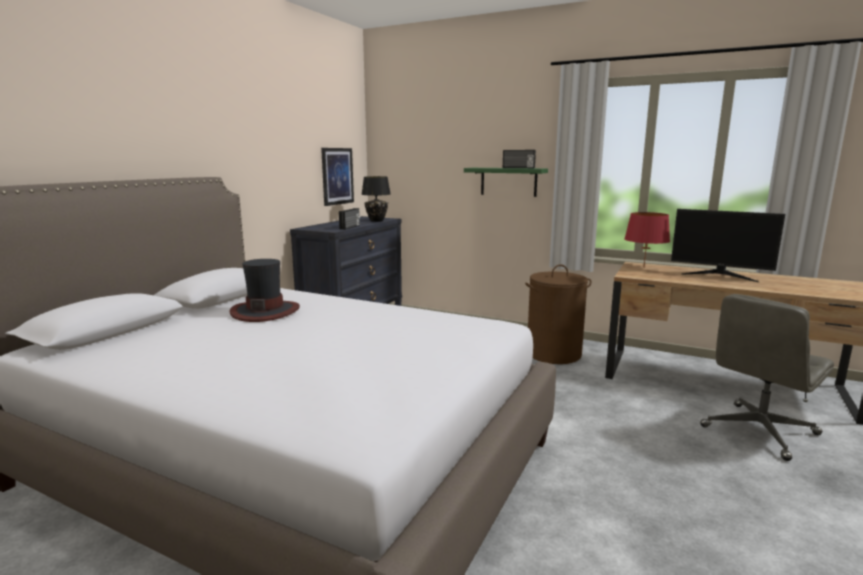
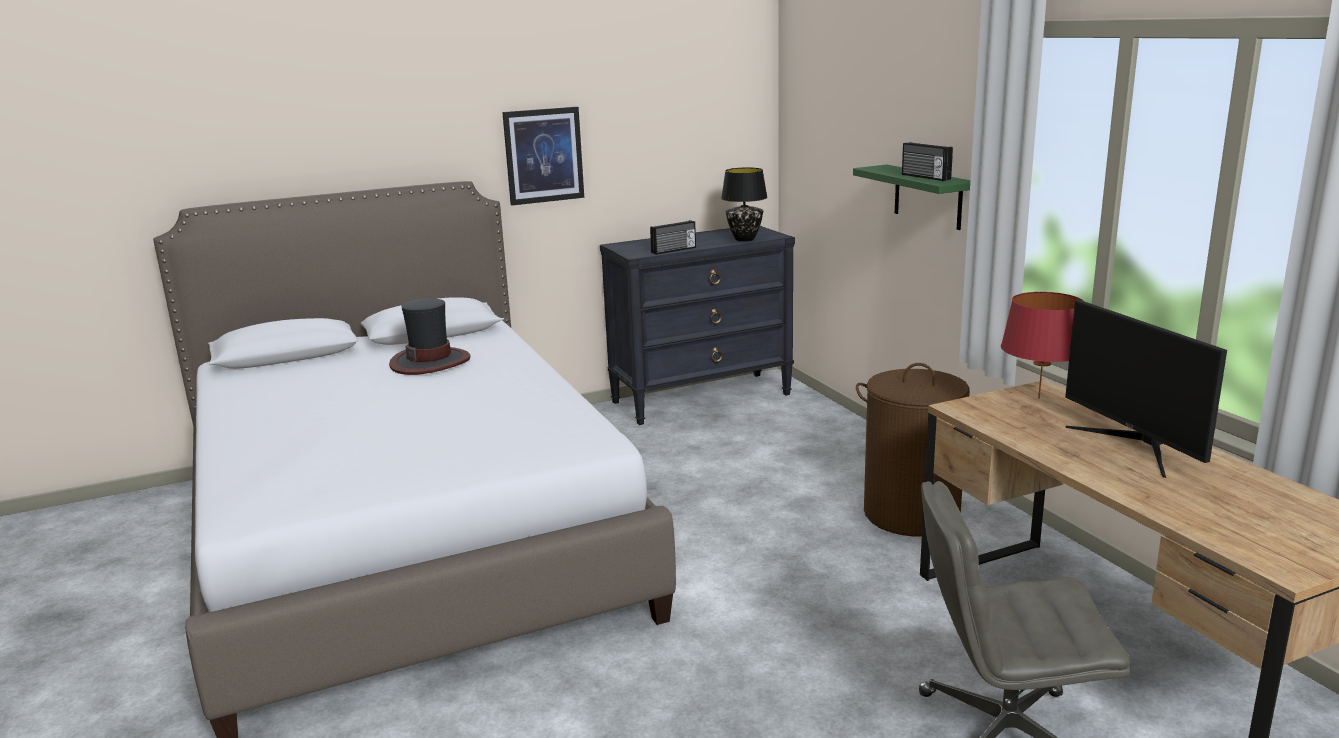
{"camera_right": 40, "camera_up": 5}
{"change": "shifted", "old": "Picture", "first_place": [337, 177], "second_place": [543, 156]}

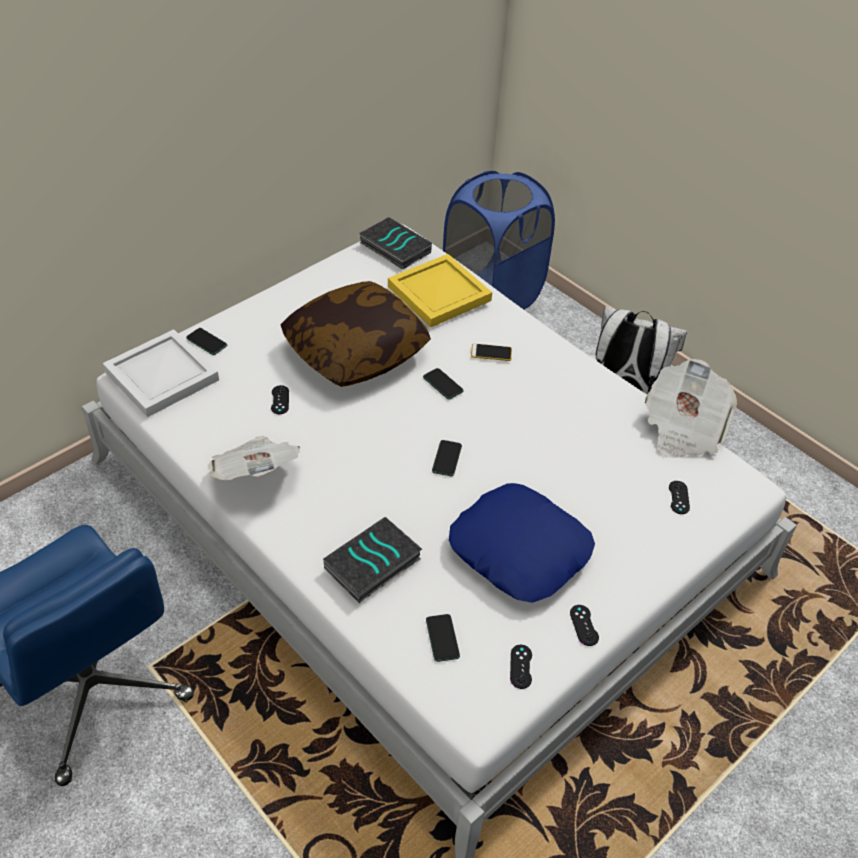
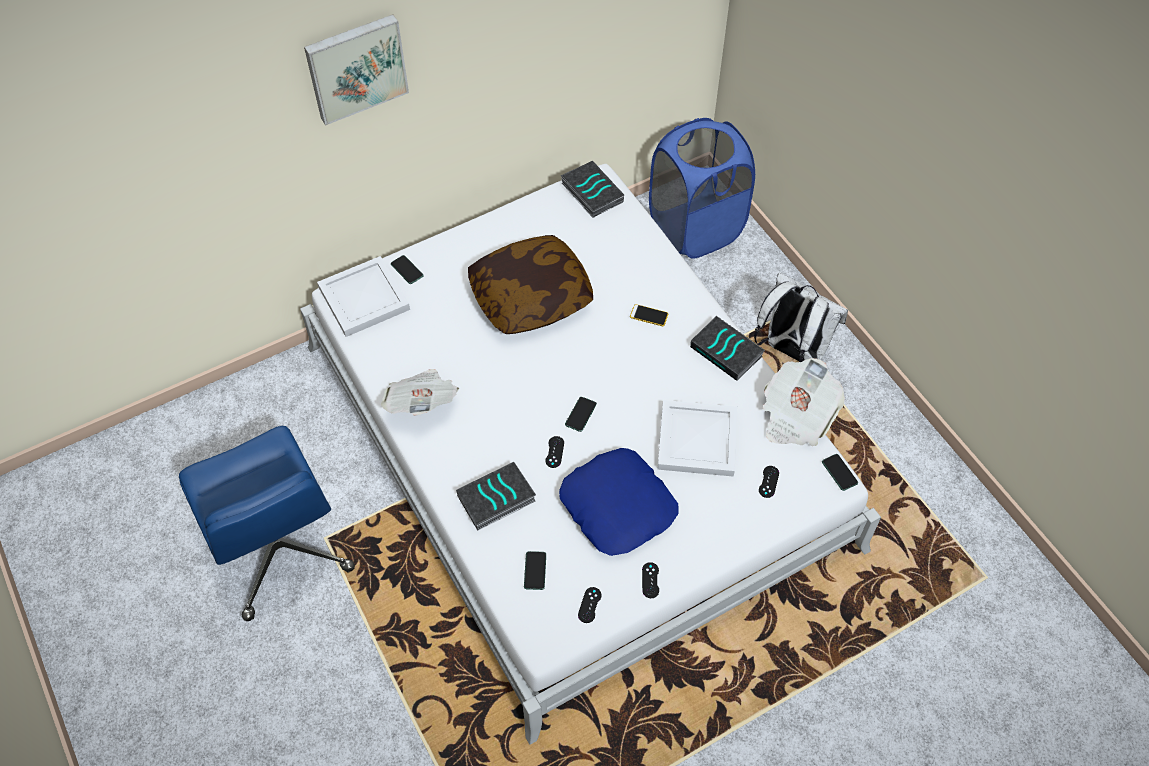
{"camera_right": 15, "camera_up": 10}
{"change": "shifted", "old": "BlackJoypad", "first_place": [280, 399], "second_place": [554, 452]}
{"change": "gone", "old": "YellowServingTray", "first_place": [440, 290]}
{"change": "shifted", "old": "Telephone", "first_place": [443, 383], "second_place": [840, 472]}
{"change": "new", "new": "Picture", "second_place": [356, 69]}
{"change": "new", "new": "WhiteServingTray", "second_place": [697, 438]}
{"change": "new", "new": "Book", "second_place": [727, 348]}

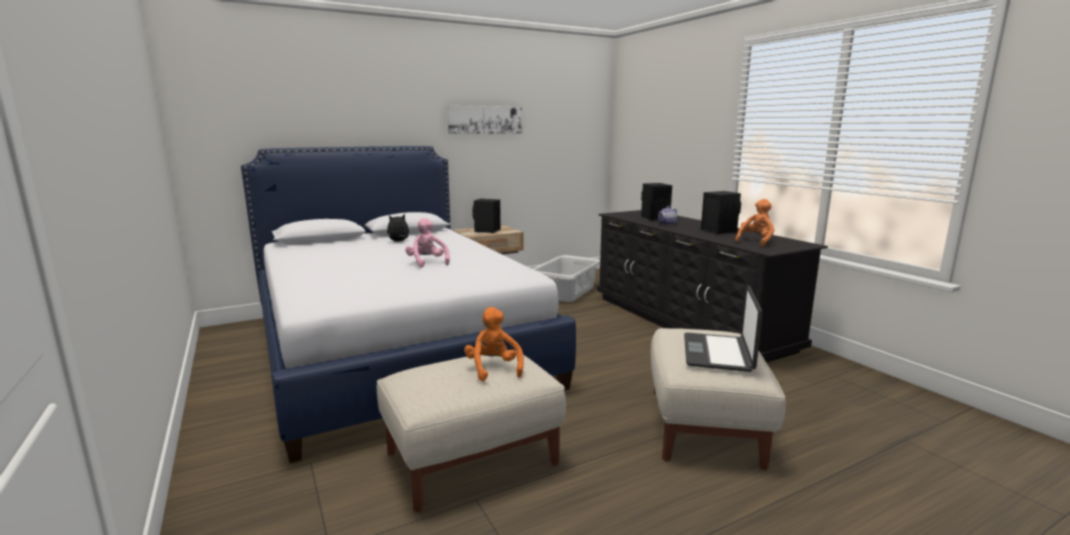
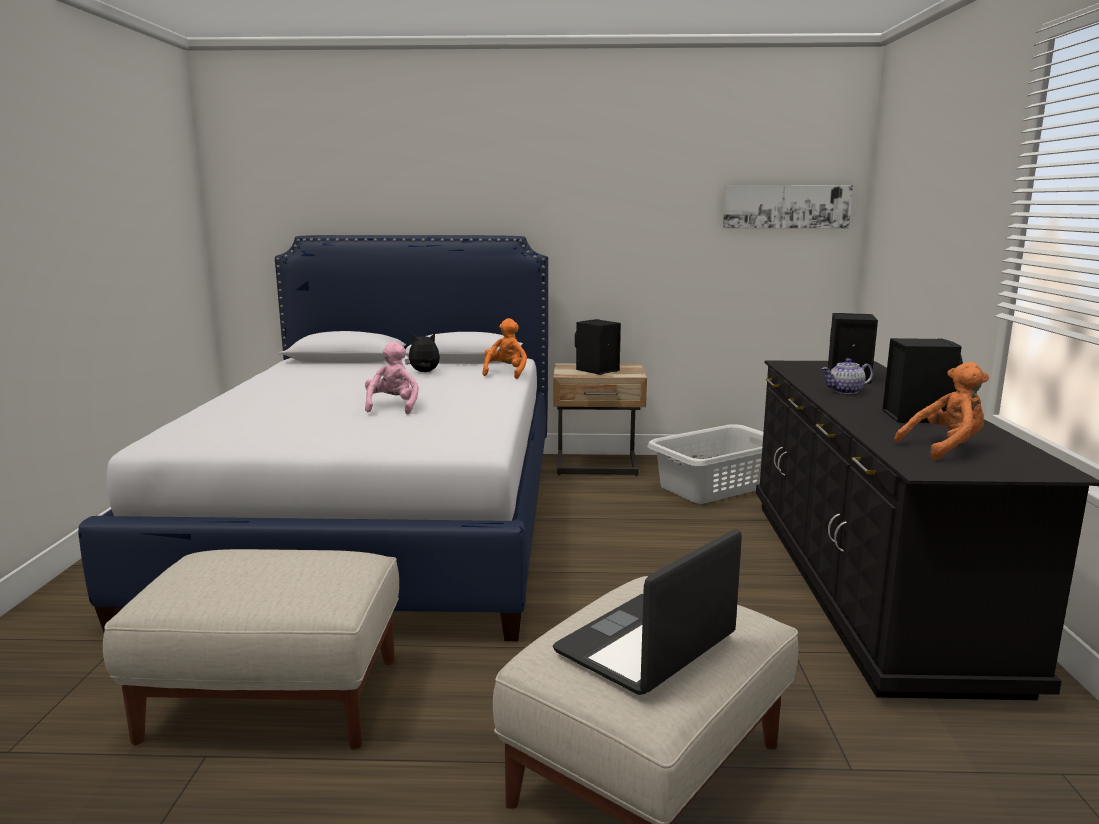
{"camera_right": 30, "camera_up": 0}
{"change": "shifted", "old": "Picture", "first_place": [484, 120], "second_place": [788, 206]}
{"change": "shifted", "old": "OrangeCuddlyToy", "first_place": [494, 344], "second_place": [504, 348]}

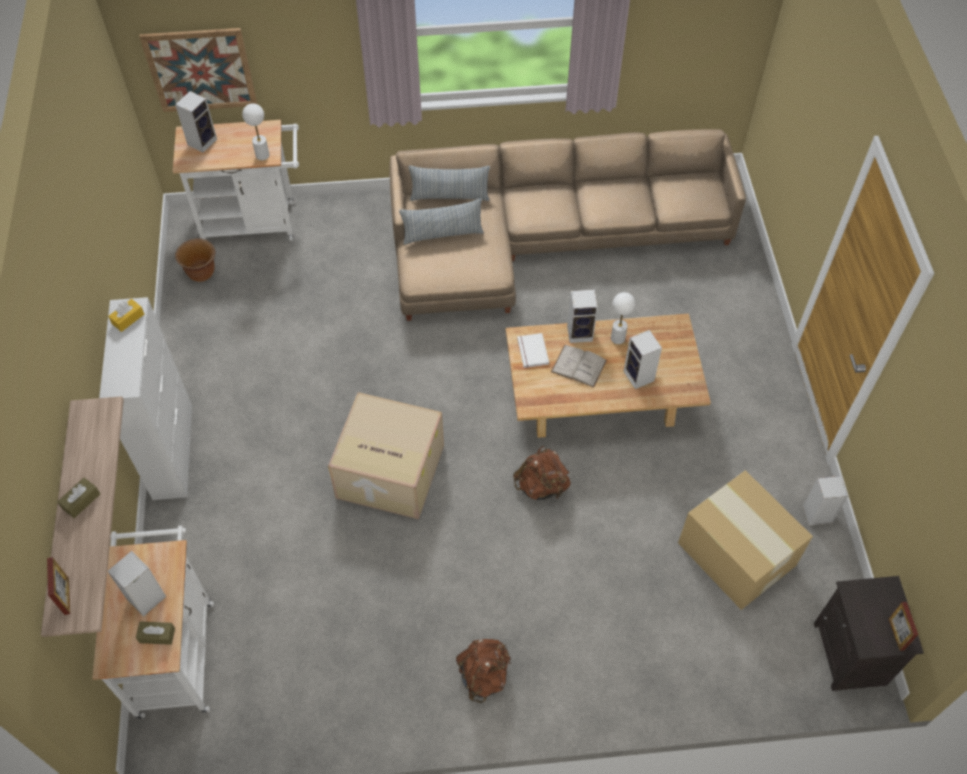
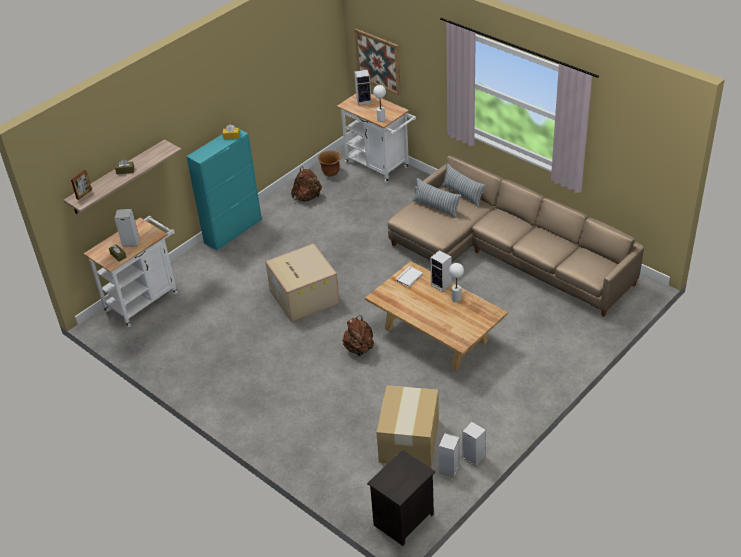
{"camera_right": 50, "camera_up": -15}
{"change": "repainted", "old": "WhiteStorageCabinet", "new": "TurquoiseColouredStorageCabinet", "first_place": [145, 398], "second_place": [224, 188]}
{"change": "shifted", "old": "BrownishBackpack", "first_place": [483, 671], "second_place": [306, 183]}
{"change": "gone", "old": "WhiteBook", "first_place": [579, 366]}
{"change": "shifted", "old": "AudioSpeaker", "first_place": [642, 359], "second_place": [449, 455]}
{"change": "gone", "old": "StandingFrame", "first_place": [903, 626]}

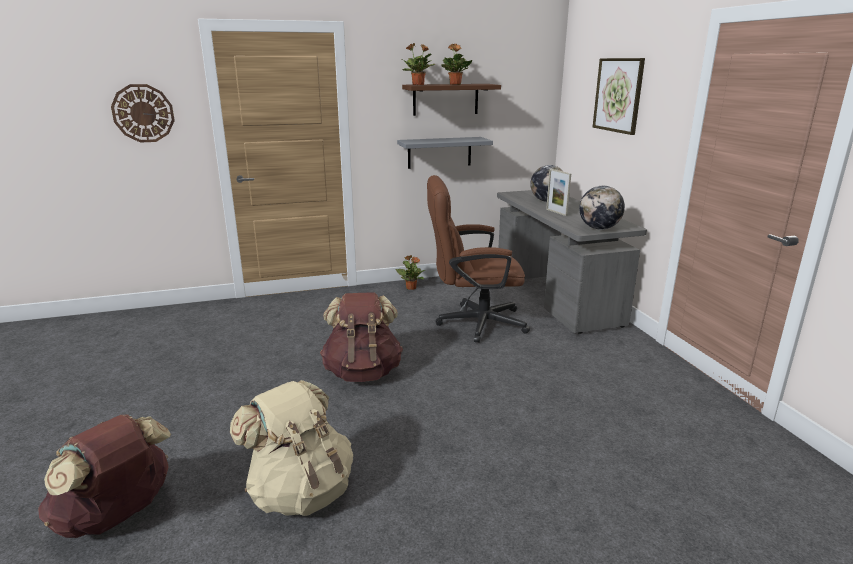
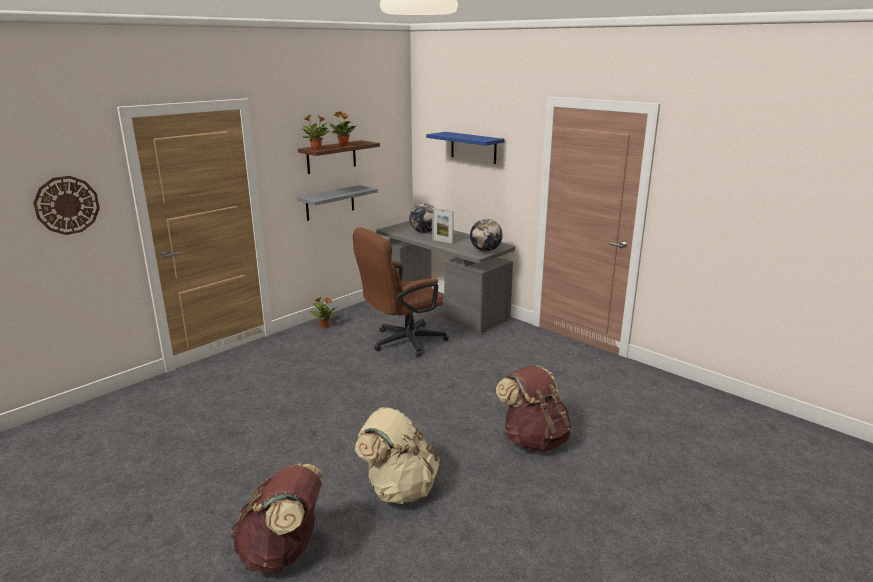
{"camera_right": -30, "camera_up": 0}
{"change": "shifted", "old": "BrownishBackpack", "first_place": [361, 337], "second_place": [533, 408]}
{"change": "swapped", "old": "Picture", "new": "BlueColouredBracketShelf", "first_place": [619, 96], "second_place": [465, 148]}

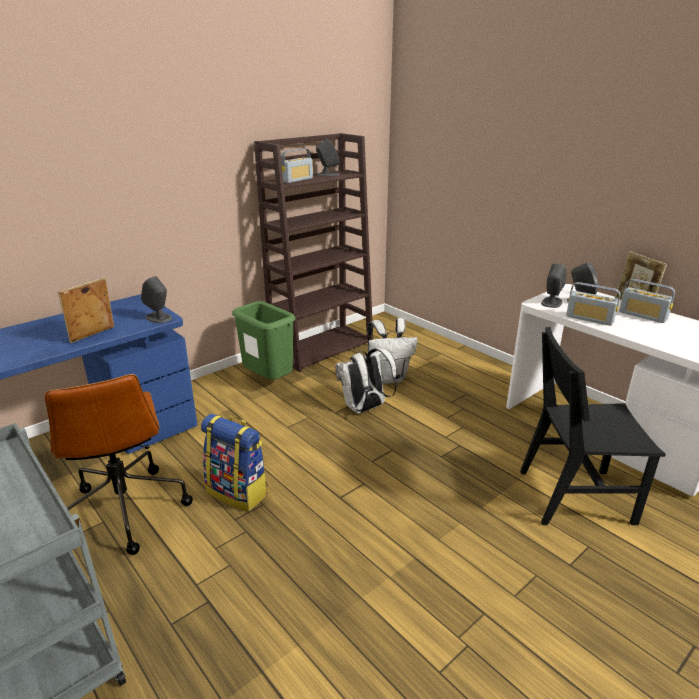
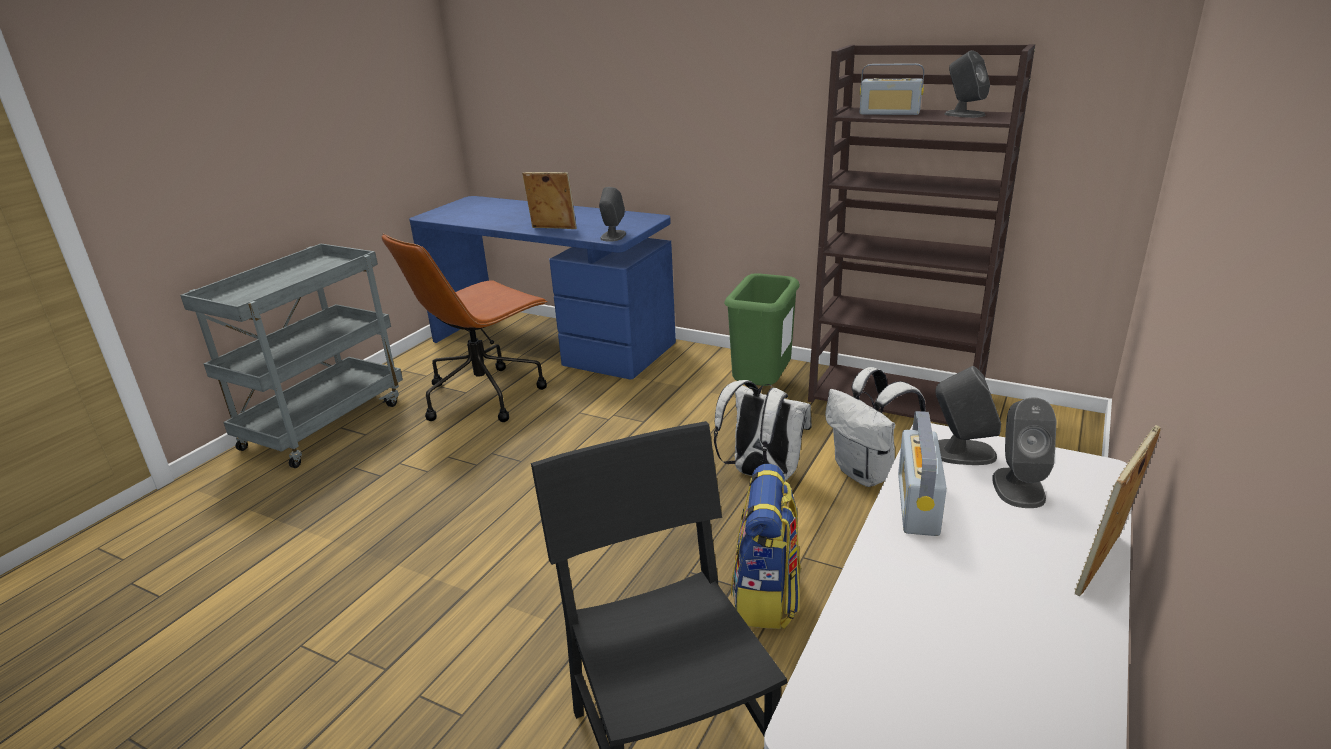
{"camera_right": 70, "camera_up": 0}
{"change": "shifted", "old": "Backpack", "first_place": [234, 463], "second_place": [766, 546]}
{"change": "gone", "old": "RadioReceiver", "first_place": [647, 301]}

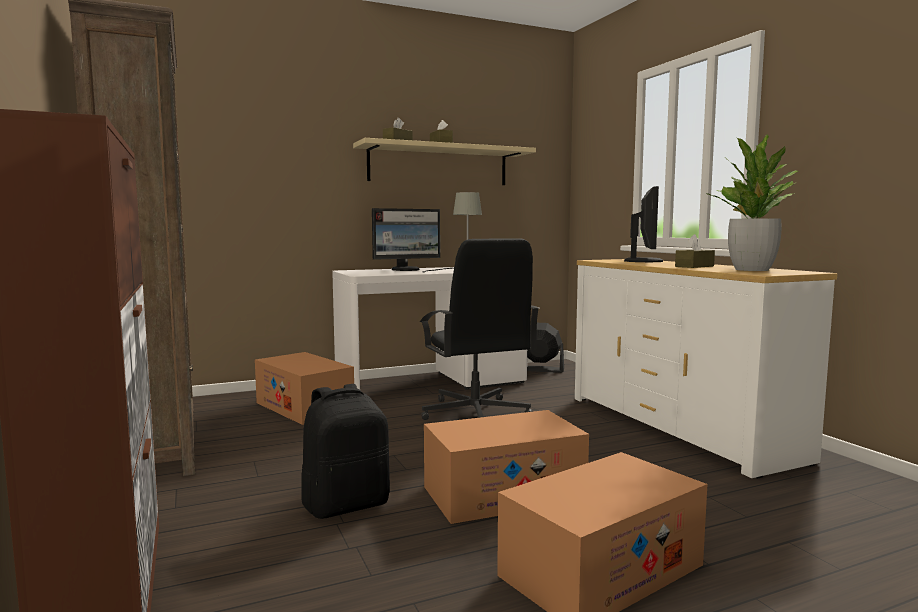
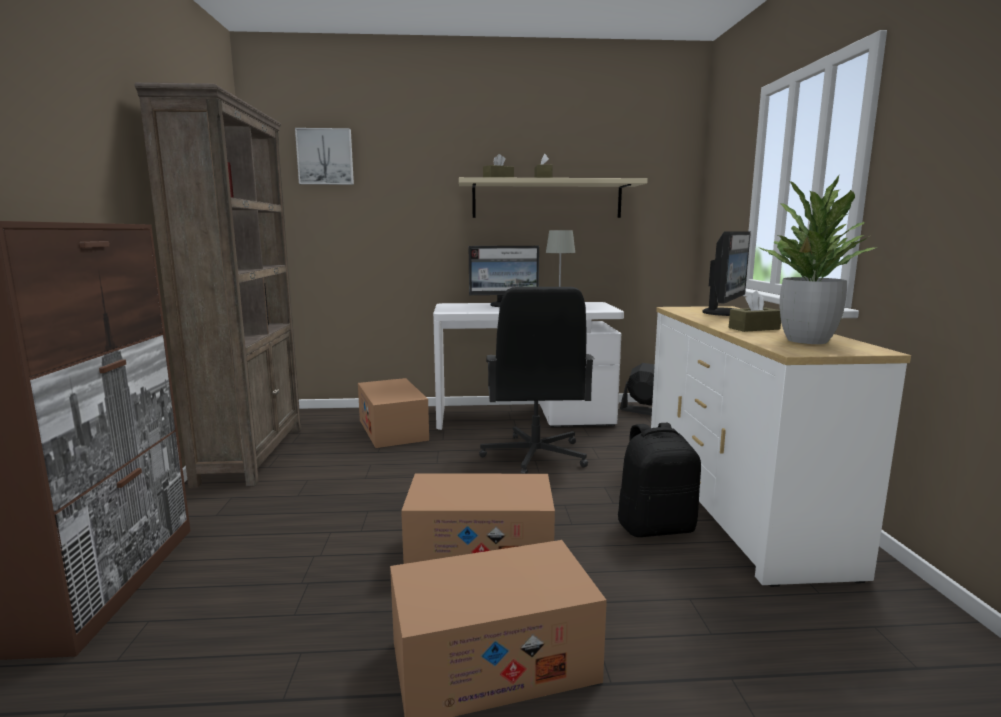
{"camera_right": 20, "camera_up": 5}
{"change": "shifted", "old": "BlackBackpack", "first_place": [345, 451], "second_place": [659, 480]}
{"change": "new", "new": "Picture", "second_place": [324, 156]}

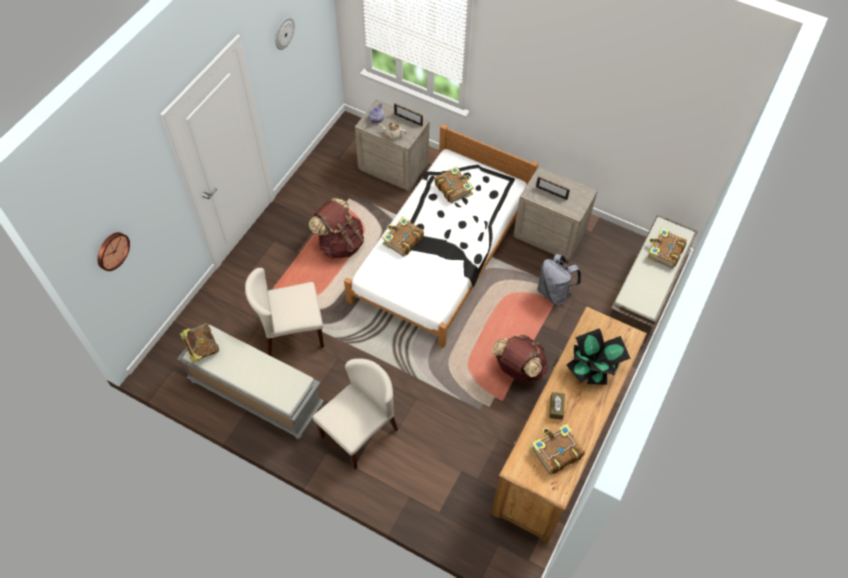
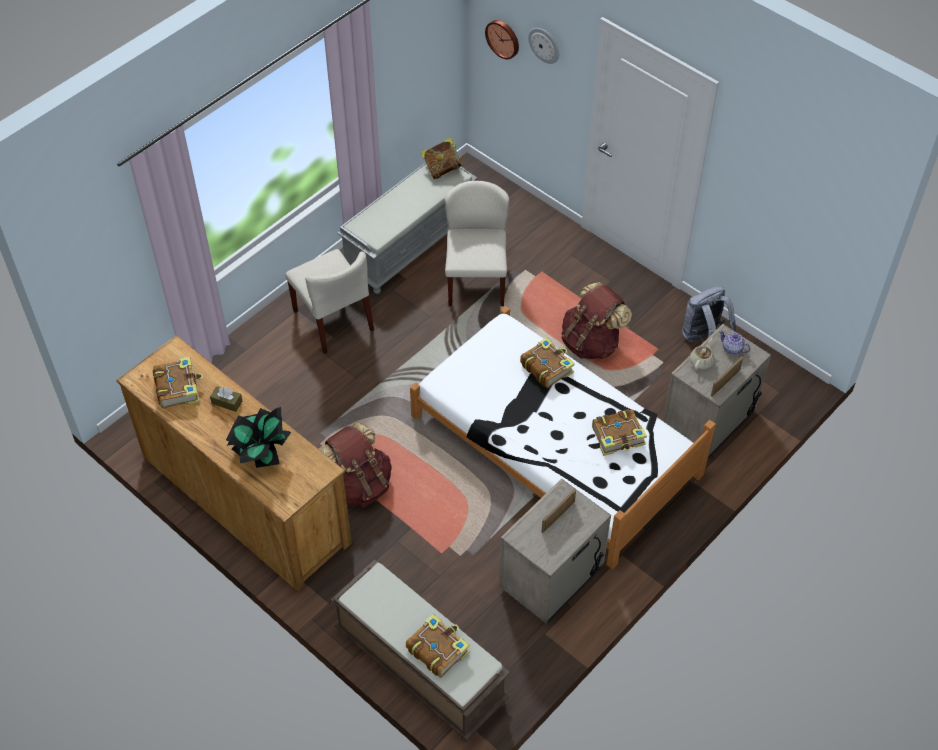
{"camera_right": 105, "camera_up": -5}
{"change": "shifted", "old": "ClockOnTheWall", "first_place": [285, 33], "second_place": [543, 46]}
{"change": "shifted", "old": "GreyBackpack", "first_place": [559, 280], "second_place": [709, 314]}

